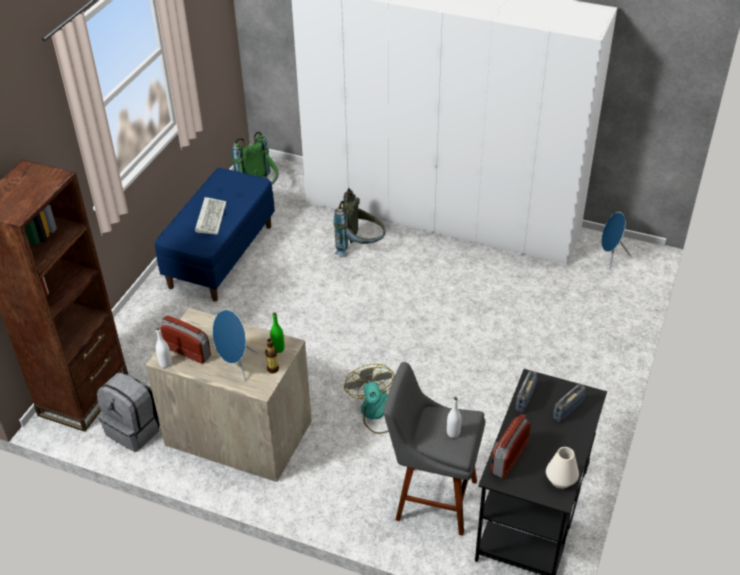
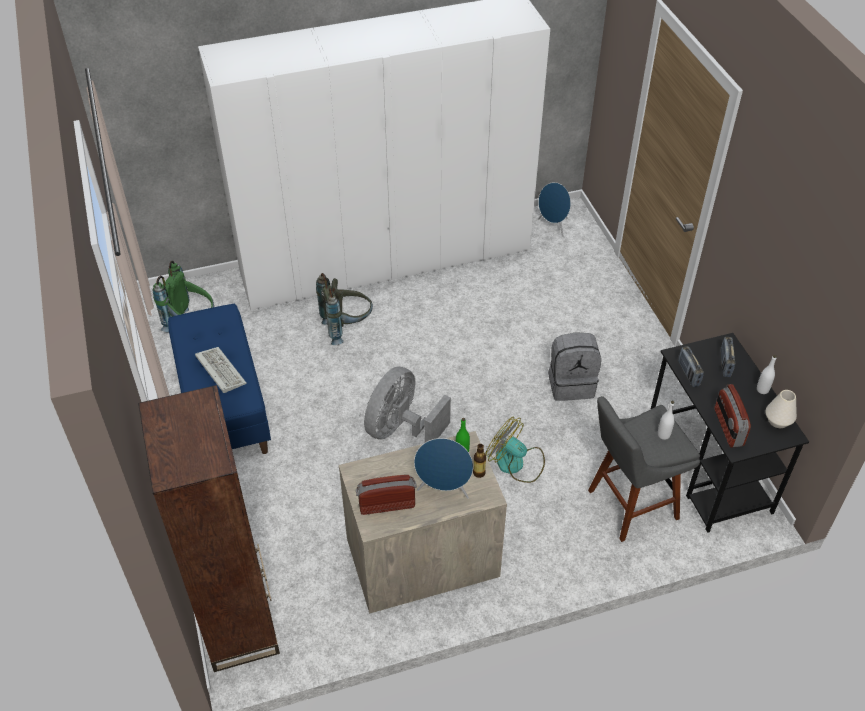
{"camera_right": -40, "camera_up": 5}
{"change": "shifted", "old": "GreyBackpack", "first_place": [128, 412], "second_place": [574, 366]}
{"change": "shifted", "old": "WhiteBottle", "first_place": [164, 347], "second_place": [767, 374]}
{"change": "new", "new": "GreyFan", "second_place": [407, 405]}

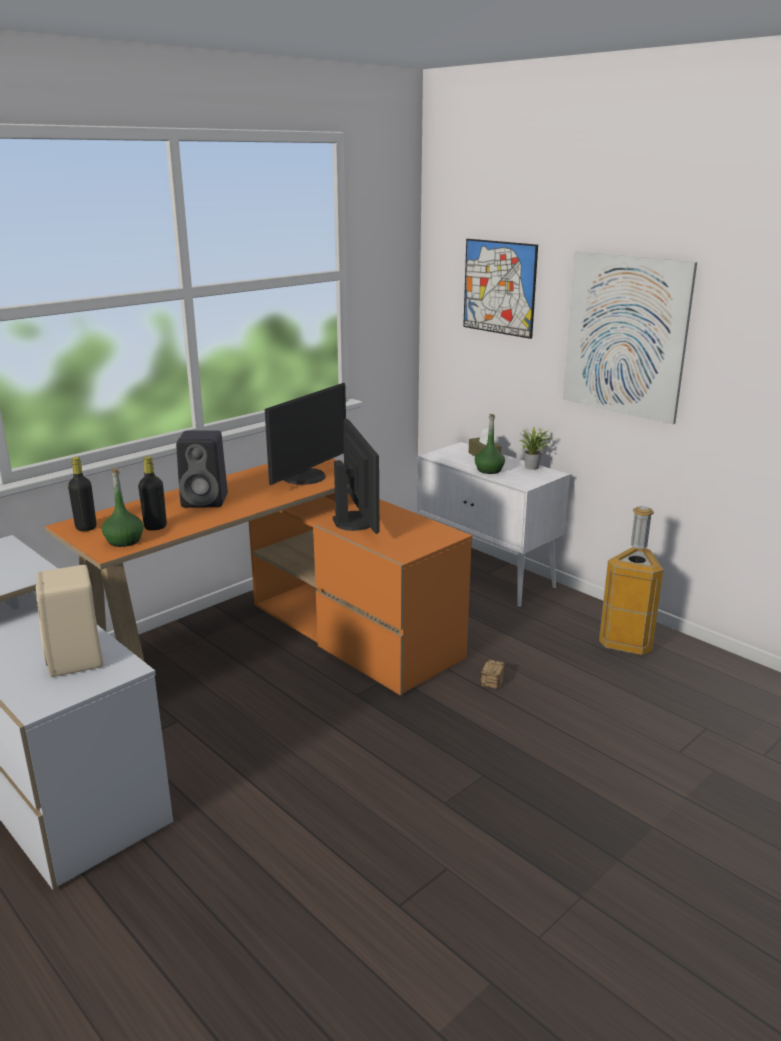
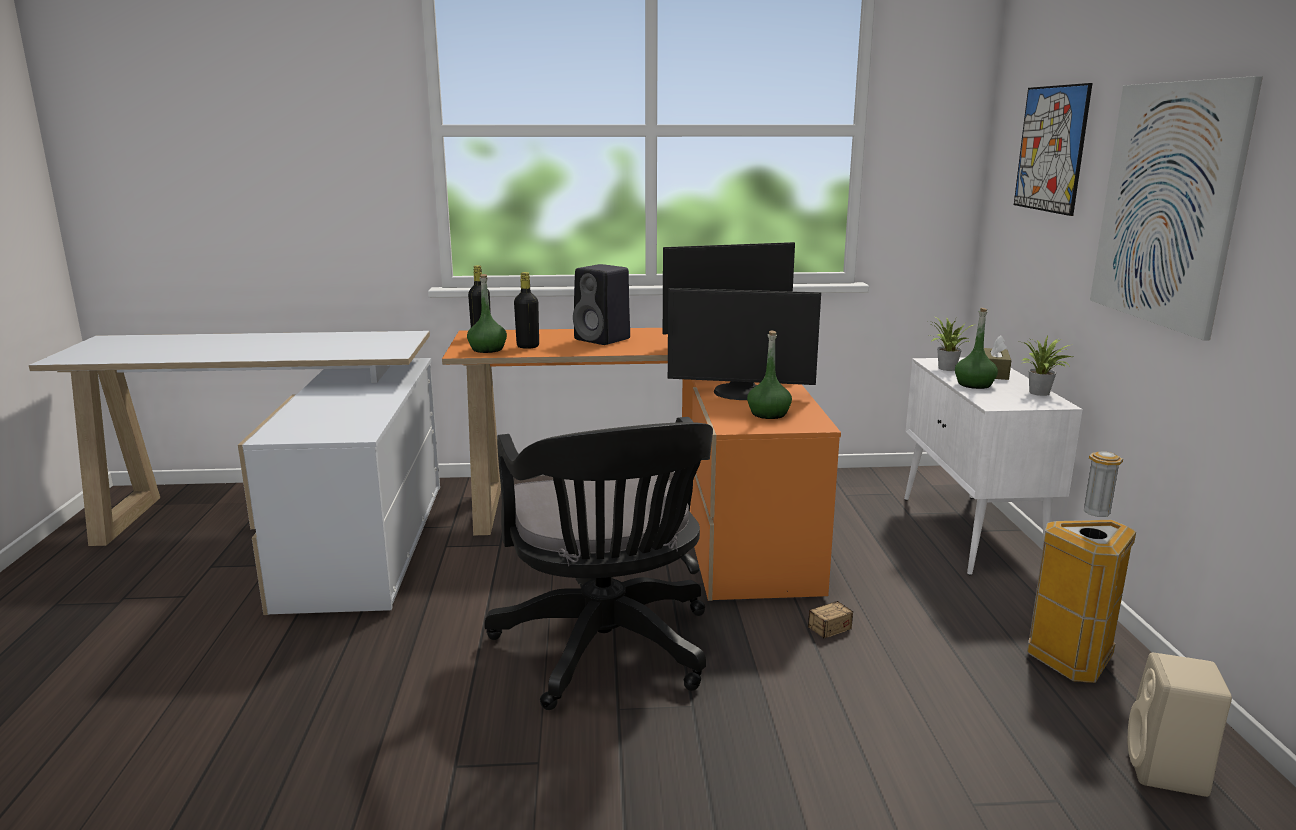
{"camera_right": 40, "camera_up": -5}
{"change": "shifted", "old": "BeigeAudioSpeaker", "first_place": [69, 621], "second_place": [1179, 725]}
{"change": "rotated", "old": "Monitor", "first_place": [356, 476], "second_place": [744, 344], "degrees": 75}
{"change": "new", "new": "BlackComputerChair", "second_place": [599, 563]}
{"change": "new", "new": "GreenBottle", "second_place": [769, 375]}
{"change": "new", "new": "PottedPlant", "second_place": [952, 343]}

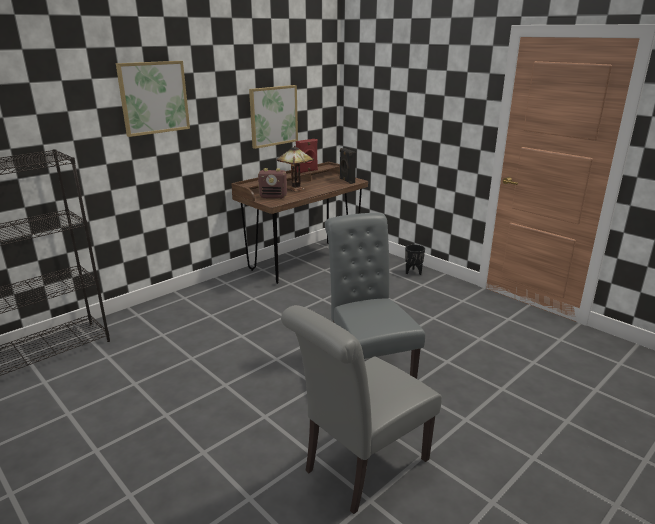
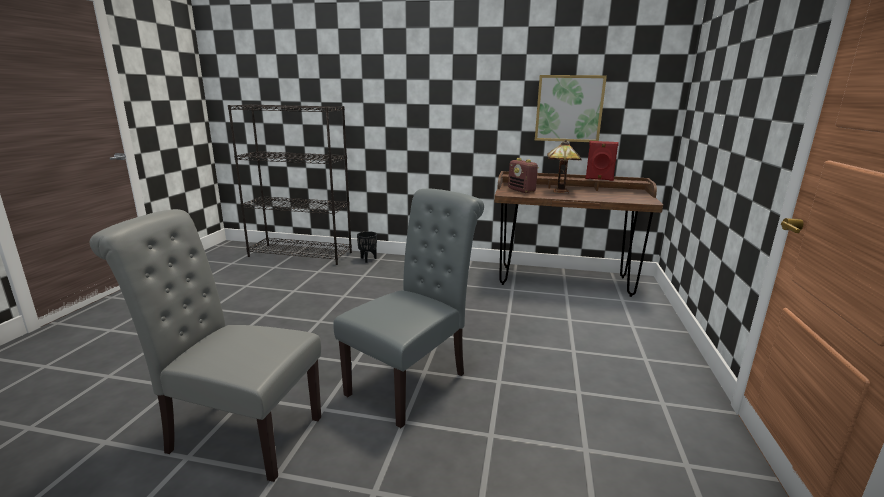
{"camera_right": 55, "camera_up": -5}
{"change": "gone", "old": "Picture", "first_place": [153, 99]}
{"change": "gone", "old": "BlackAudioSpeaker", "first_place": [348, 166]}
{"change": "shifted", "old": "BlackPlanter", "first_place": [415, 259], "second_place": [367, 247]}

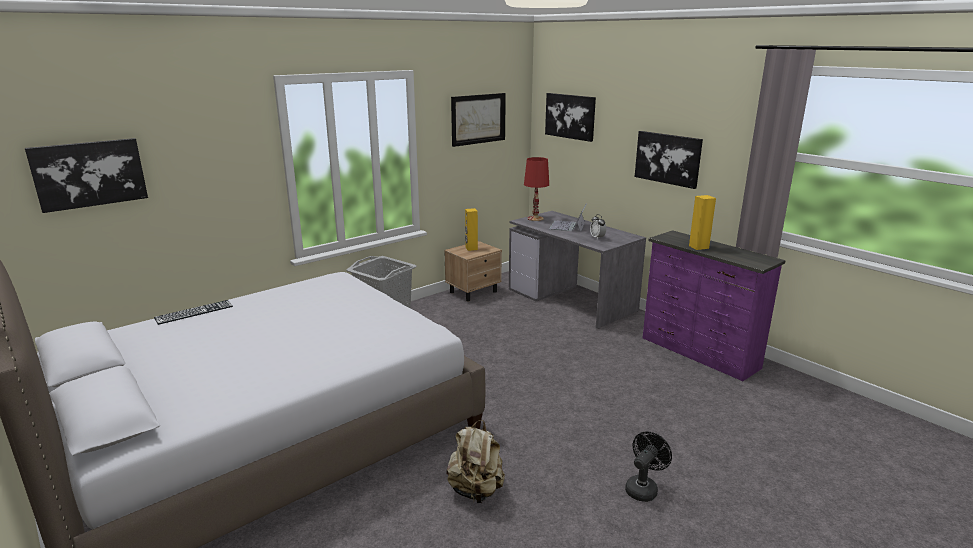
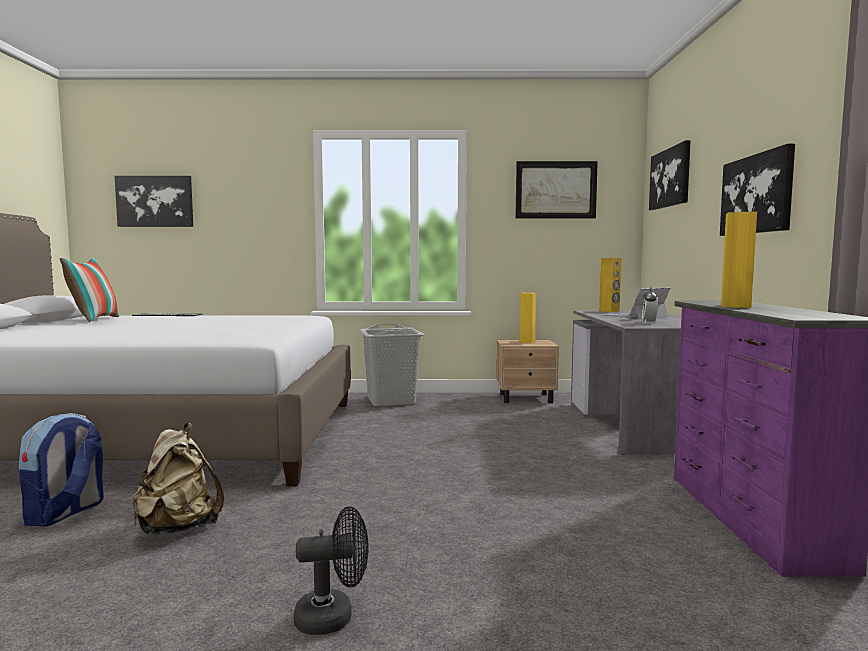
{"camera_right": 40, "camera_up": -15}
{"change": "swapped", "old": "ReddishLampForATable", "new": "YellowAudioSpeaker", "first_place": [536, 189], "second_place": [610, 285]}
{"change": "new", "new": "Backpack", "second_place": [61, 470]}
{"change": "new", "new": "Pillow", "second_place": [89, 290]}

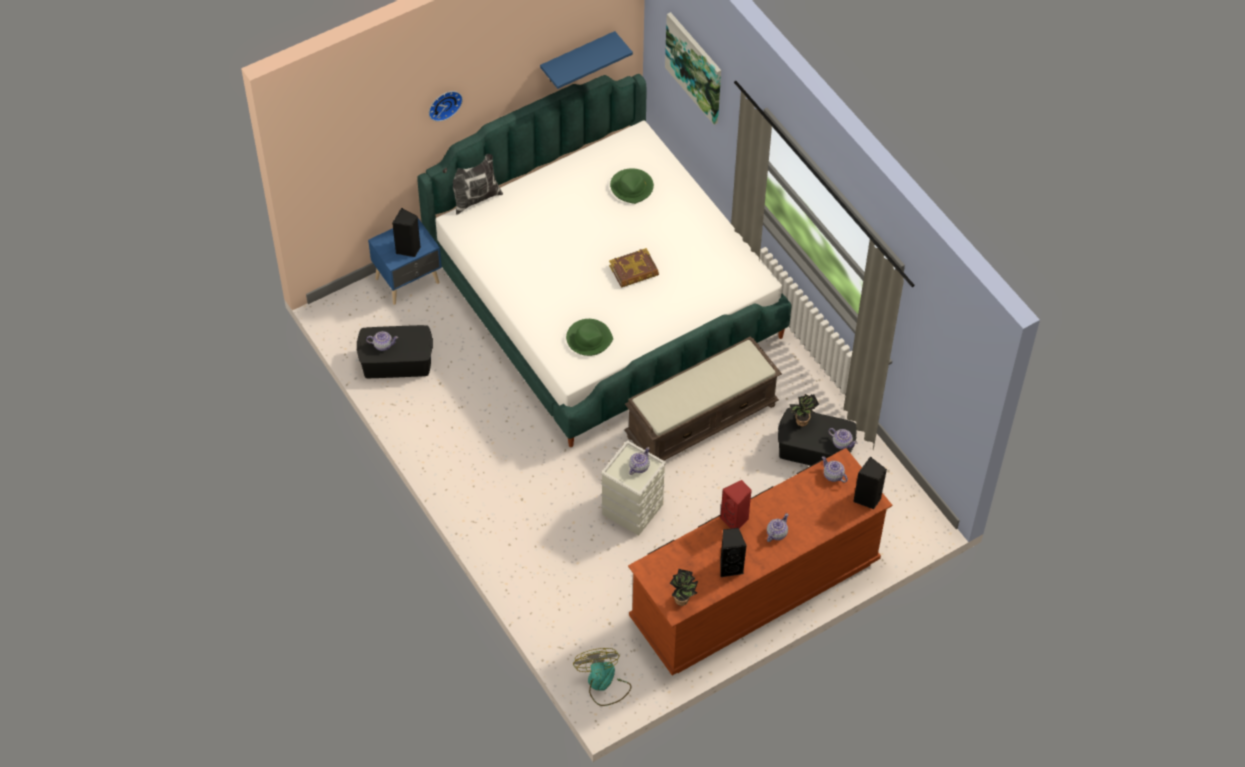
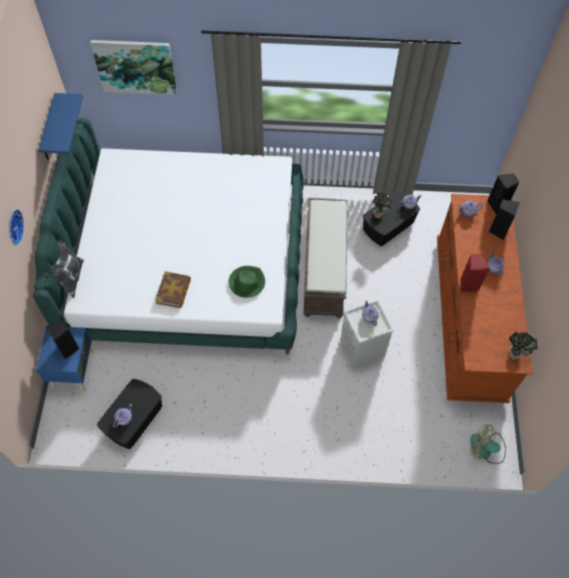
{"camera_right": -55, "camera_up": 5}
{"change": "shifted", "old": "Book", "first_place": [634, 268], "second_place": [173, 289]}
{"change": "gone", "old": "GreenHat", "first_place": [632, 186]}
{"change": "shifted", "old": "BlackAudioSpeaker", "first_place": [733, 552], "second_place": [504, 219]}

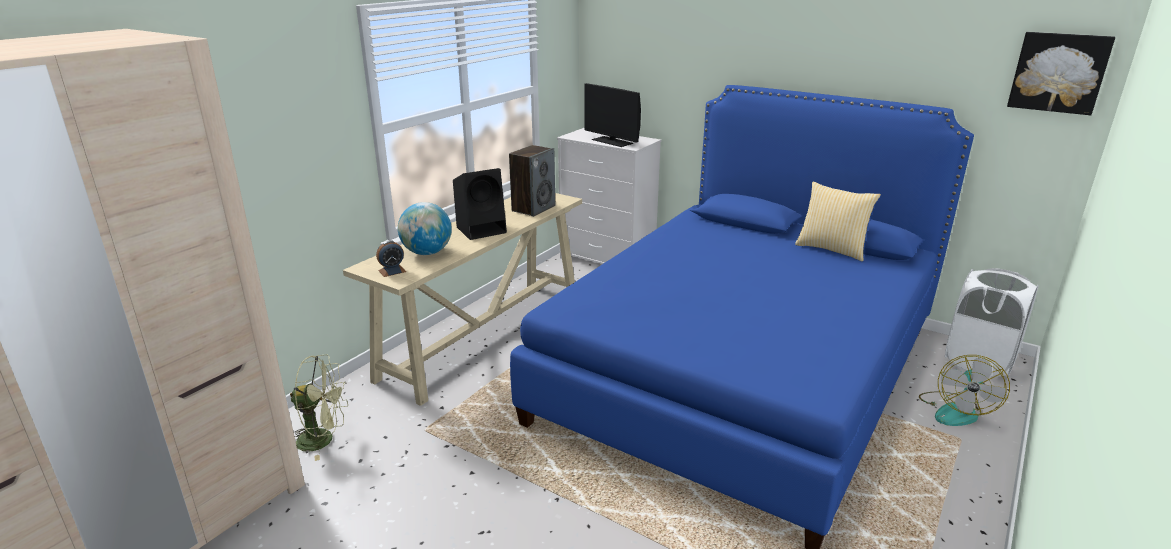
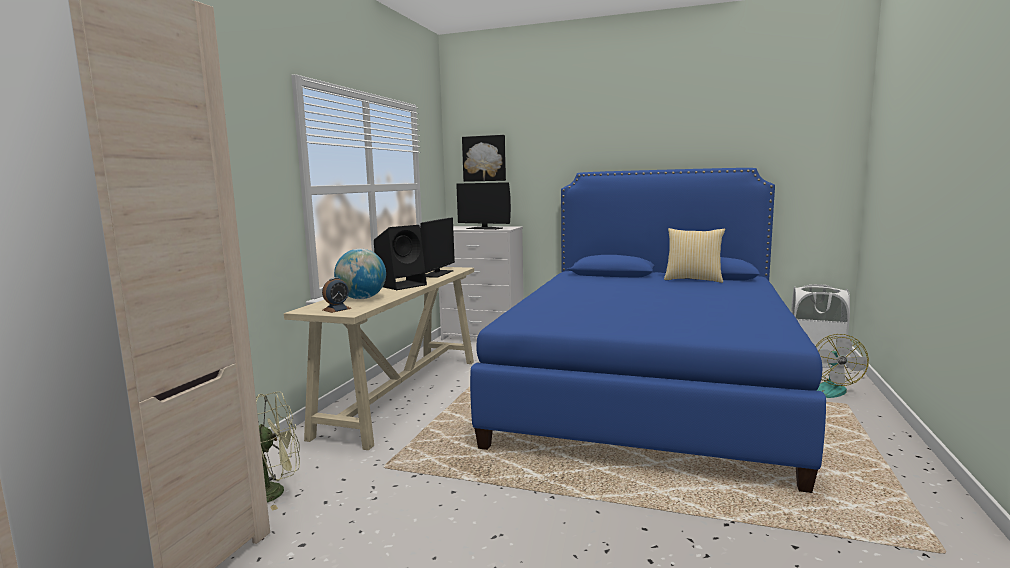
{"camera_right": -15, "camera_up": -15}
{"change": "swapped", "old": "AudioSpeaker", "new": "Monitor", "first_place": [532, 181], "second_place": [437, 248]}
{"change": "shifted", "old": "Picture", "first_place": [1061, 73], "second_place": [484, 158]}

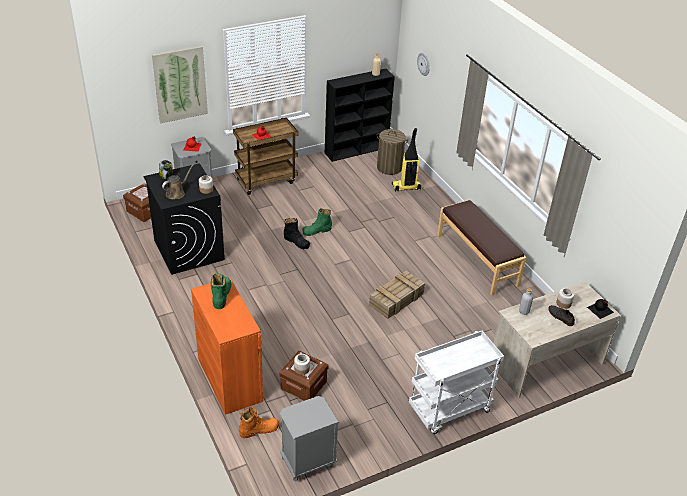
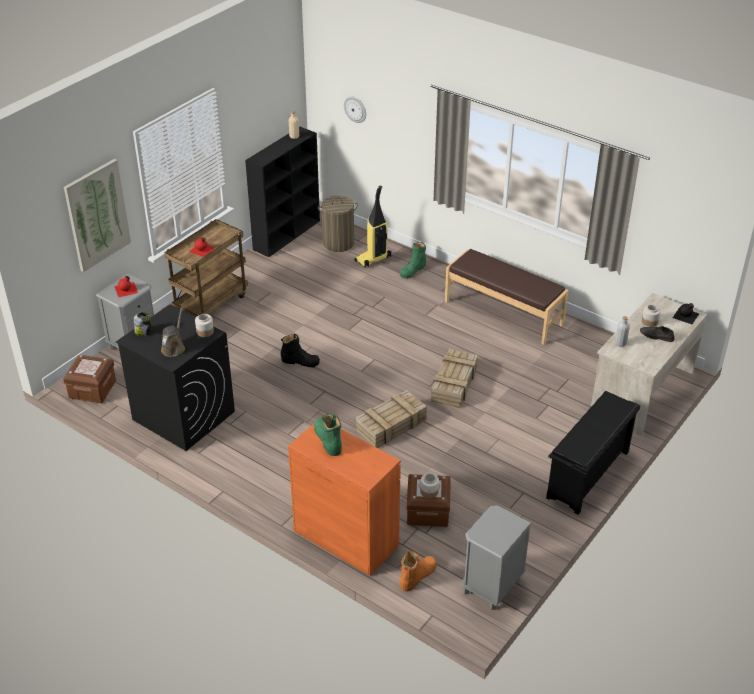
{"camera_right": -25, "camera_up": 0}
{"change": "shifted", "old": "GreenTallBoot", "first_place": [317, 222], "second_place": [413, 260]}
{"change": "swapped", "old": "WhiteCart", "new": "BlackShoeStand", "first_place": [456, 382], "second_place": [593, 453]}
{"change": "new", "new": "ShippingCrate", "second_place": [391, 419]}

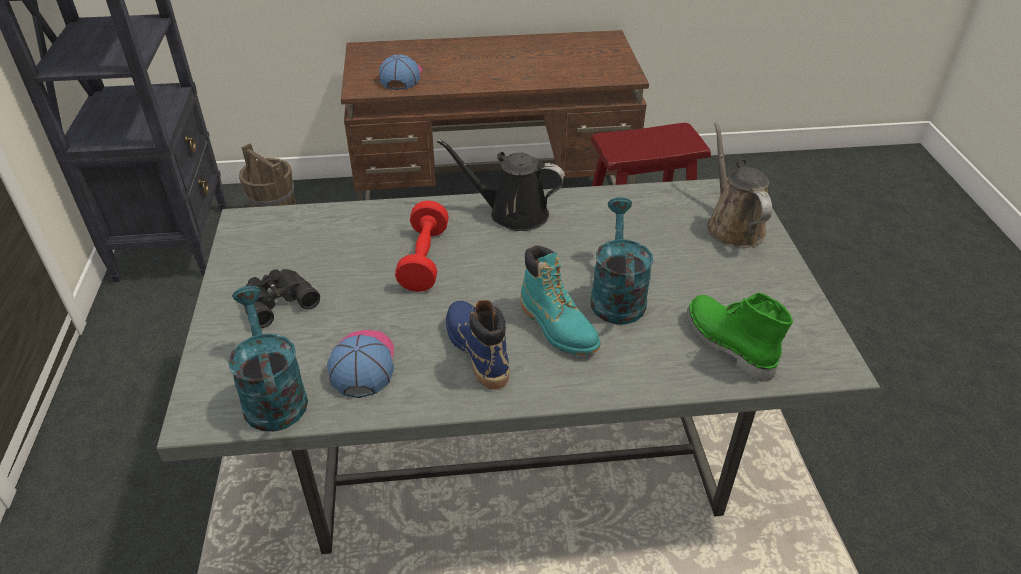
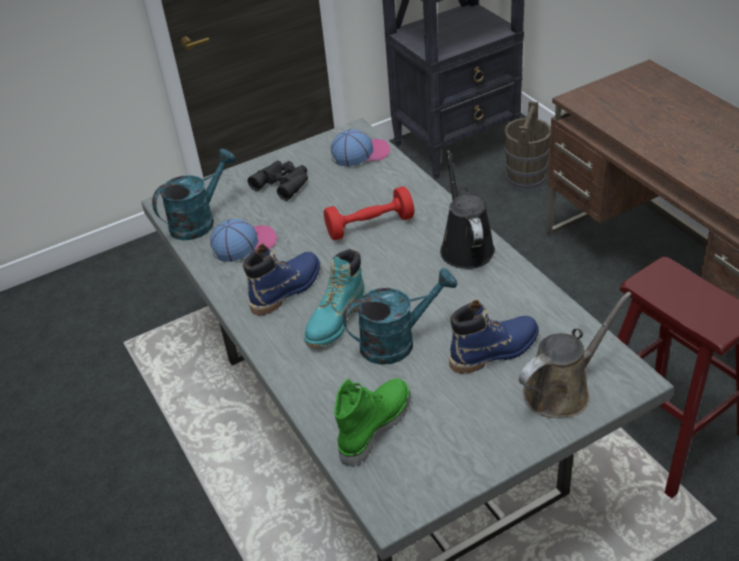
{"camera_right": 70, "camera_up": 0}
{"change": "shifted", "old": "PeakedCap", "first_place": [400, 72], "second_place": [361, 148]}
{"change": "new", "new": "BlueColouredTallBoot", "second_place": [494, 337]}

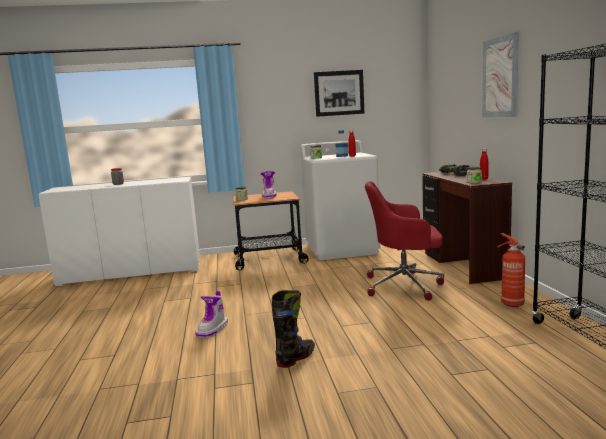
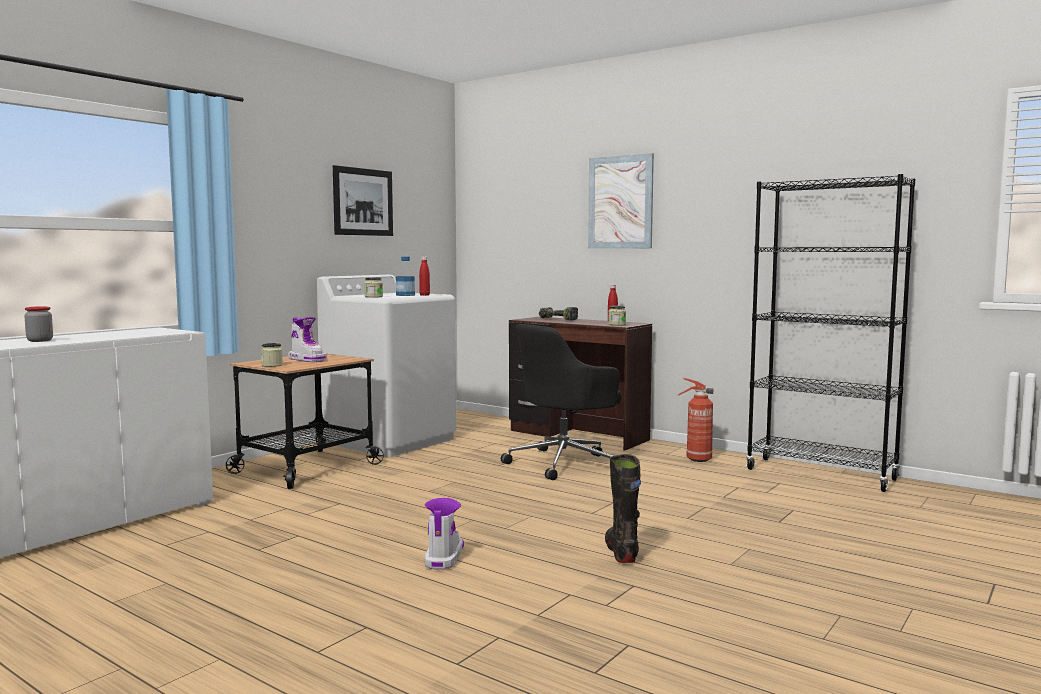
{"camera_right": -45, "camera_up": -5}
{"change": "rotated", "old": "TallBoot", "first_place": [211, 314], "second_place": [444, 533], "degrees": -150}
{"change": "repainted", "old": "ReddishComputerChair", "new": "BlackComputerChair", "first_place": [404, 241], "second_place": [561, 402]}

